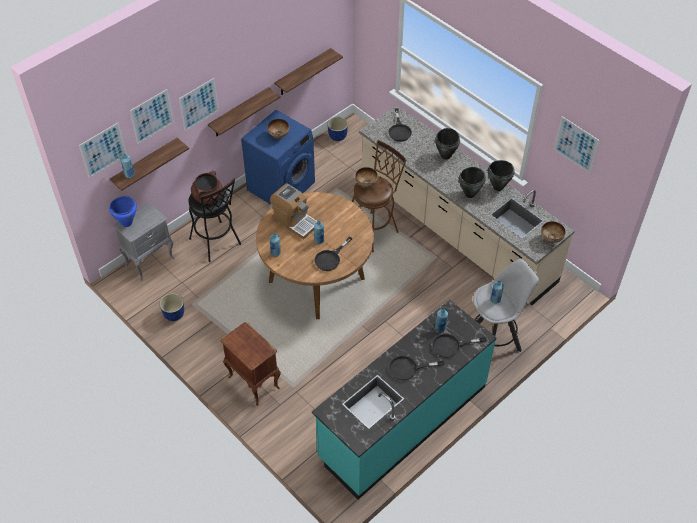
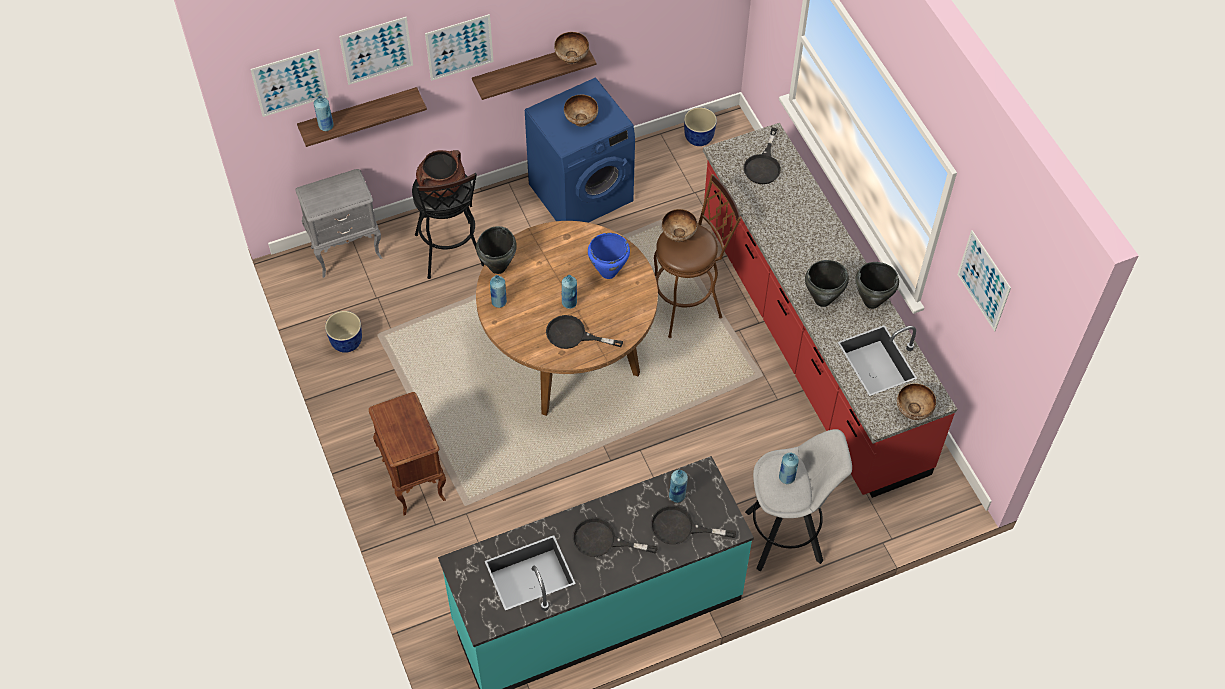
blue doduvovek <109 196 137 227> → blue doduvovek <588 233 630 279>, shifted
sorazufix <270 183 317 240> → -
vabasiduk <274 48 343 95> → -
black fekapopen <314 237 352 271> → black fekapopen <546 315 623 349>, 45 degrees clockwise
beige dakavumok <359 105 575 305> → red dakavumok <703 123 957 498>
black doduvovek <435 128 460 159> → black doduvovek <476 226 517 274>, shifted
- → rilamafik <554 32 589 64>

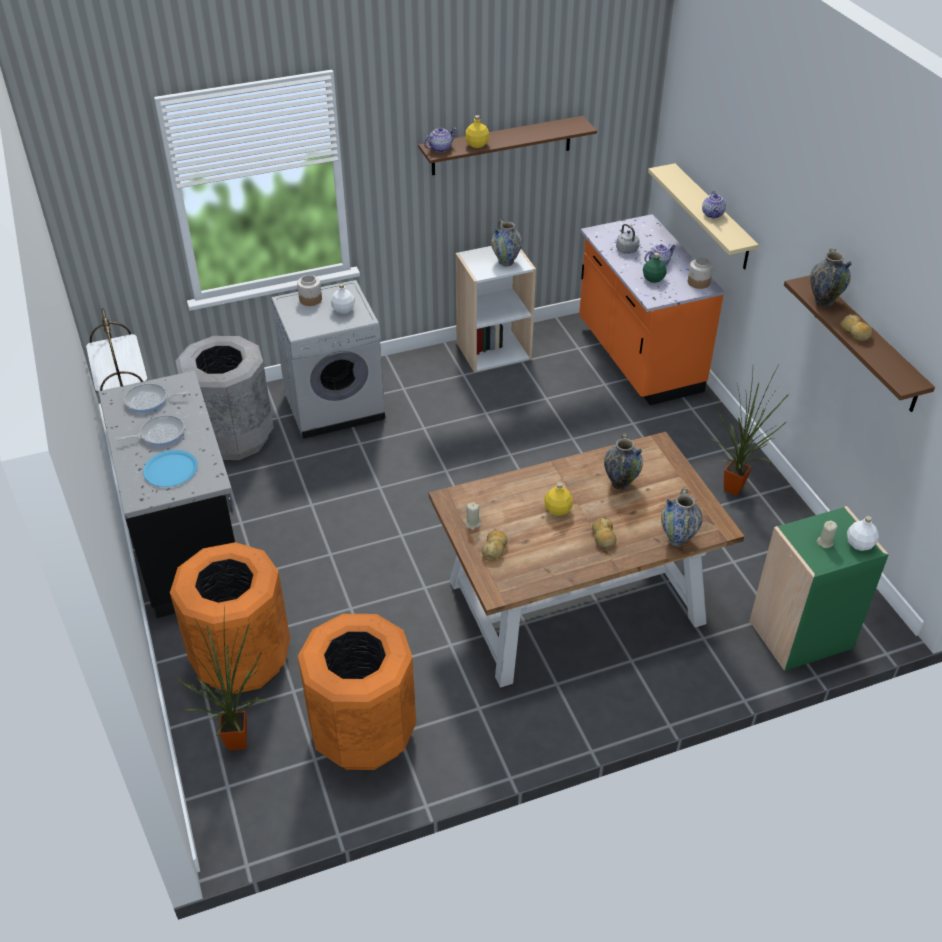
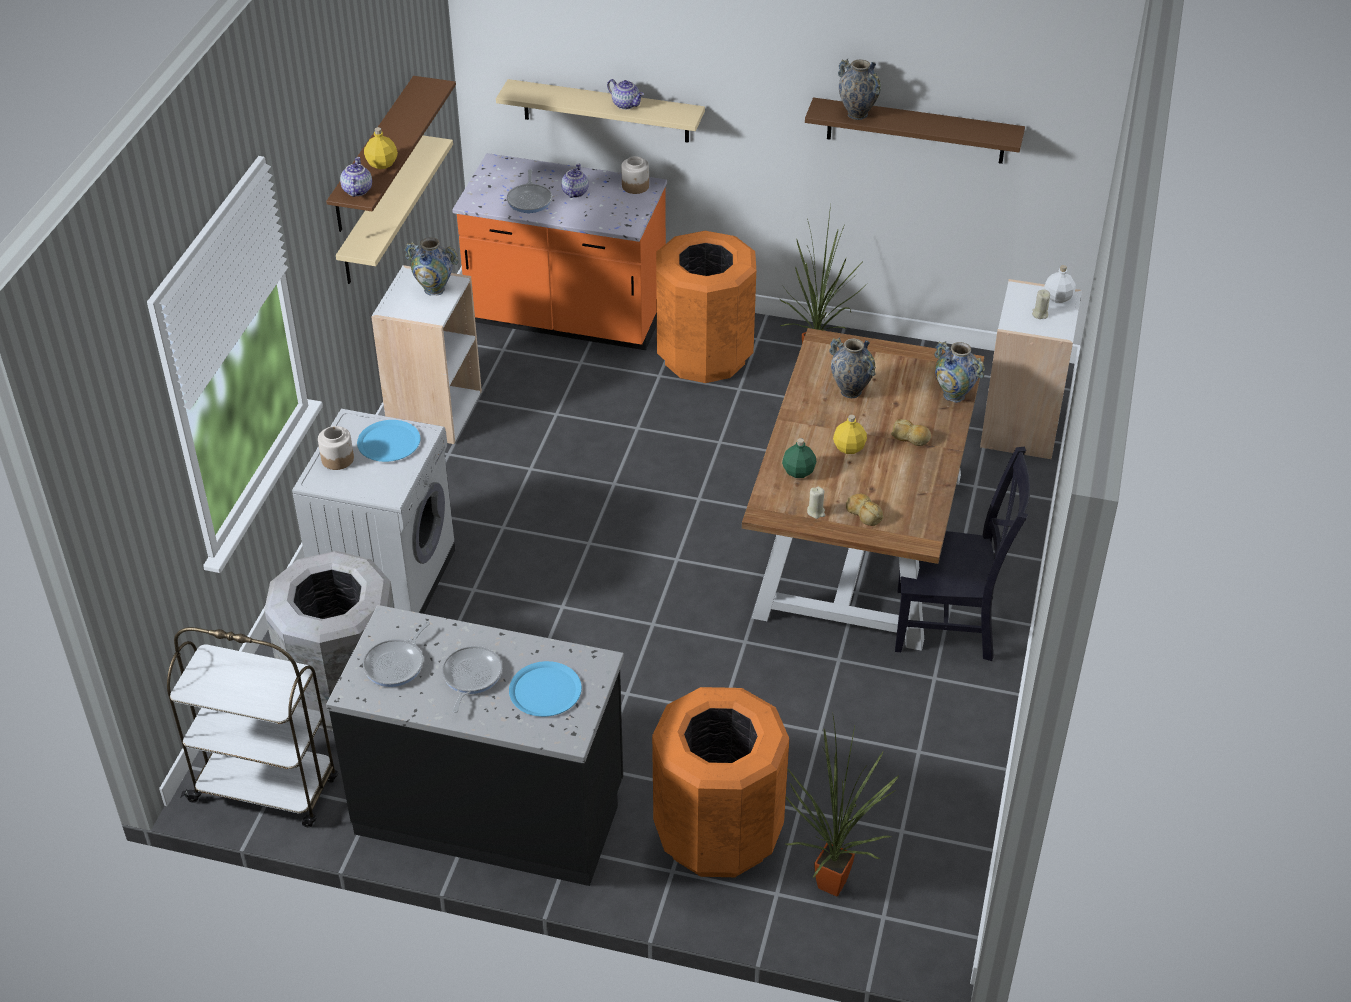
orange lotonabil <298 614 416 770> → orange lotonabil <656 231 756 383>, shifted
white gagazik <331 283 355 314> → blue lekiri <357 420 421 462>
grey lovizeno <616 224 640 254> → fekapopen <507 169 552 213>
green gagazik <643 253 667 283> → green gagazik <782 438 816 478>, shifted
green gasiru <749 506 889 671> → white gasiru <980 279 1082 459>
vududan <840 314 873 341> → -
- → beige vabasiduk <336 135 453 284>
- → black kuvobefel <895 447 1030 661>

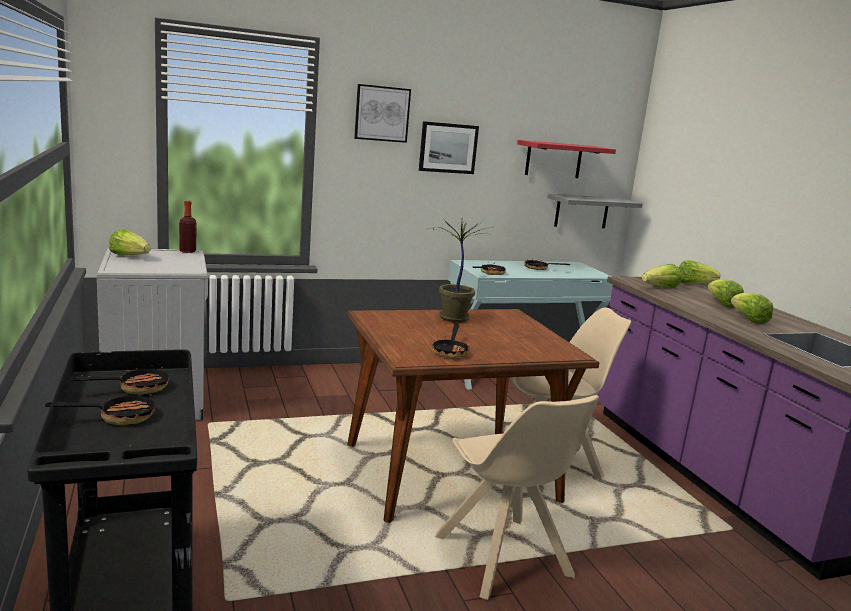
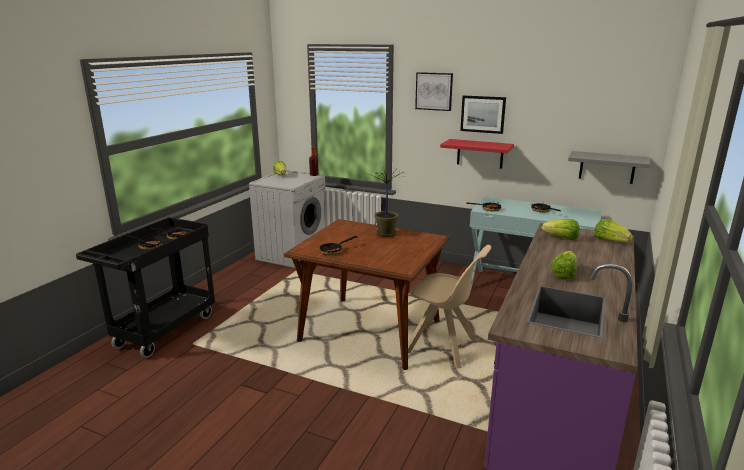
beige kuvobefel <435 395 599 600> → -
red vabasiduk <517 140 616 178> → red vabasiduk <440 139 514 169>, shifted
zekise <708 279 744 308> → -

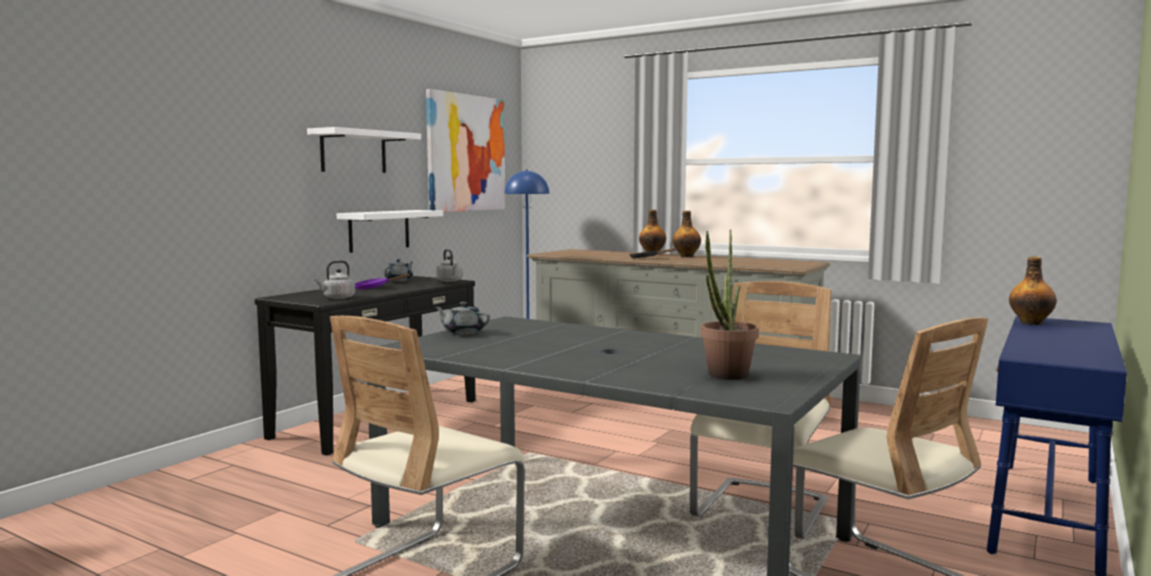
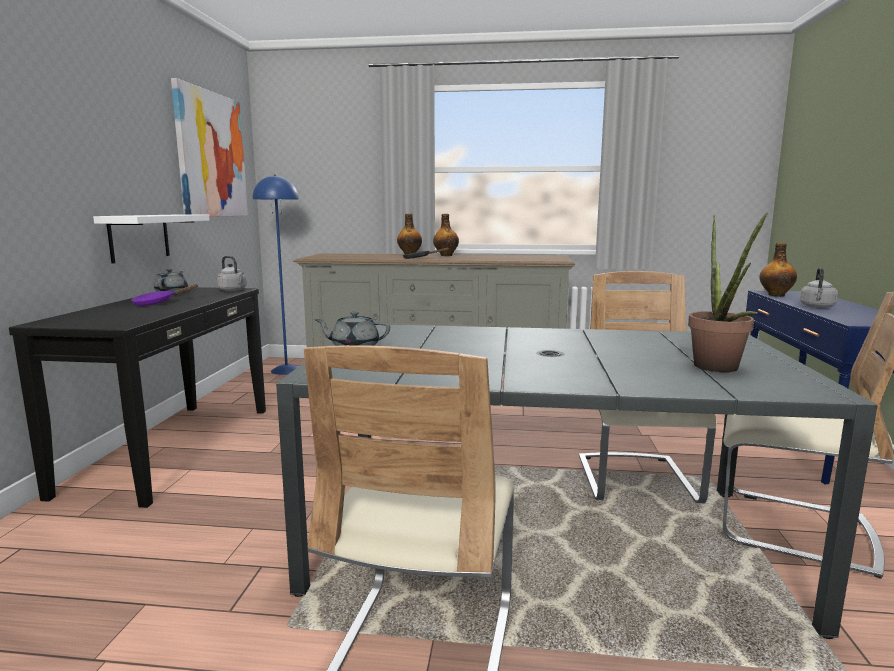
white vabasiduk <307 127 421 173> → -
grey lovizeno <314 260 355 299> → grey lovizeno <800 267 838 308>, shifted

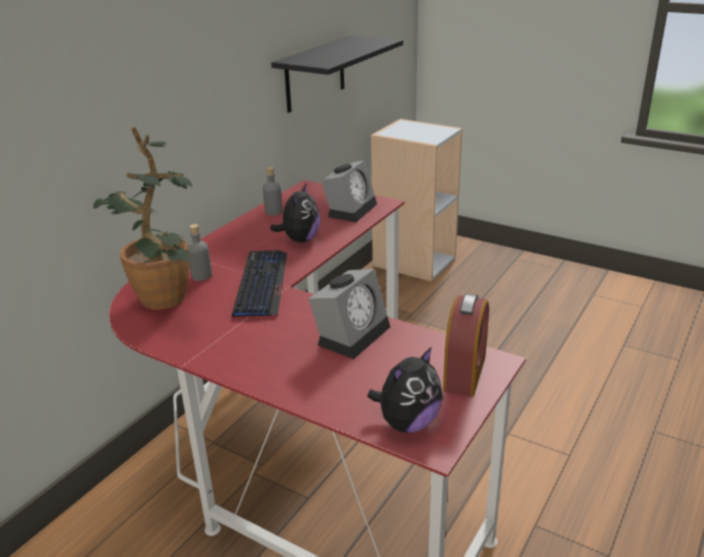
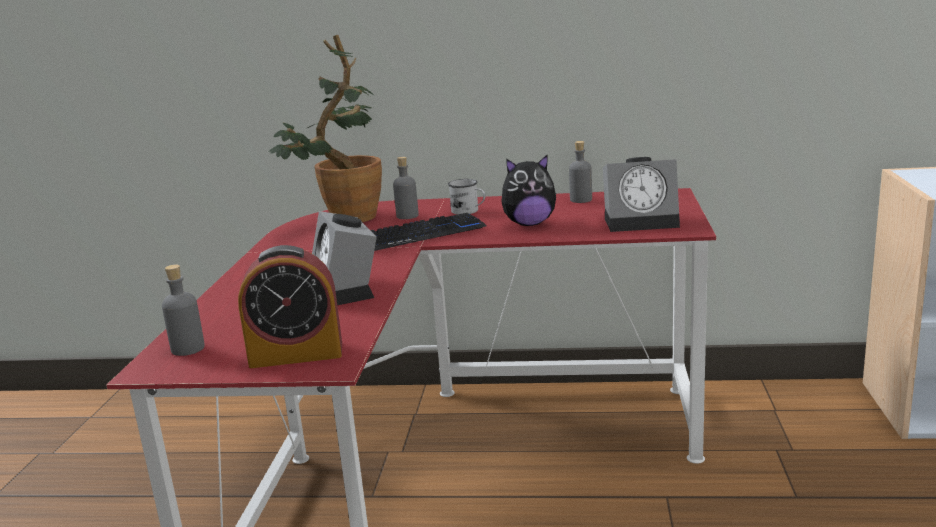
black vabasiduk <271 35 403 113> → -
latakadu <309 269 390 359> → latakadu <312 211 377 305>, 60 degrees clockwise
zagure <367 347 443 433> → grey gagazik <162 265 205 356>
- → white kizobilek <448 179 485 215>

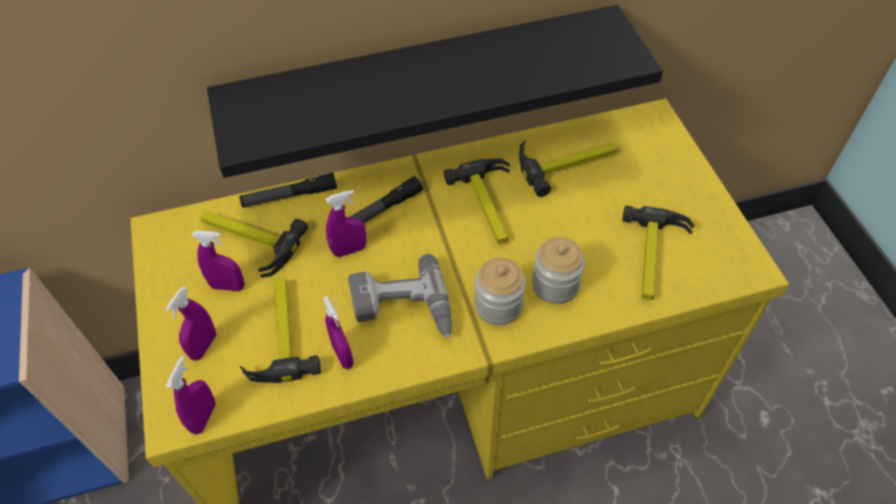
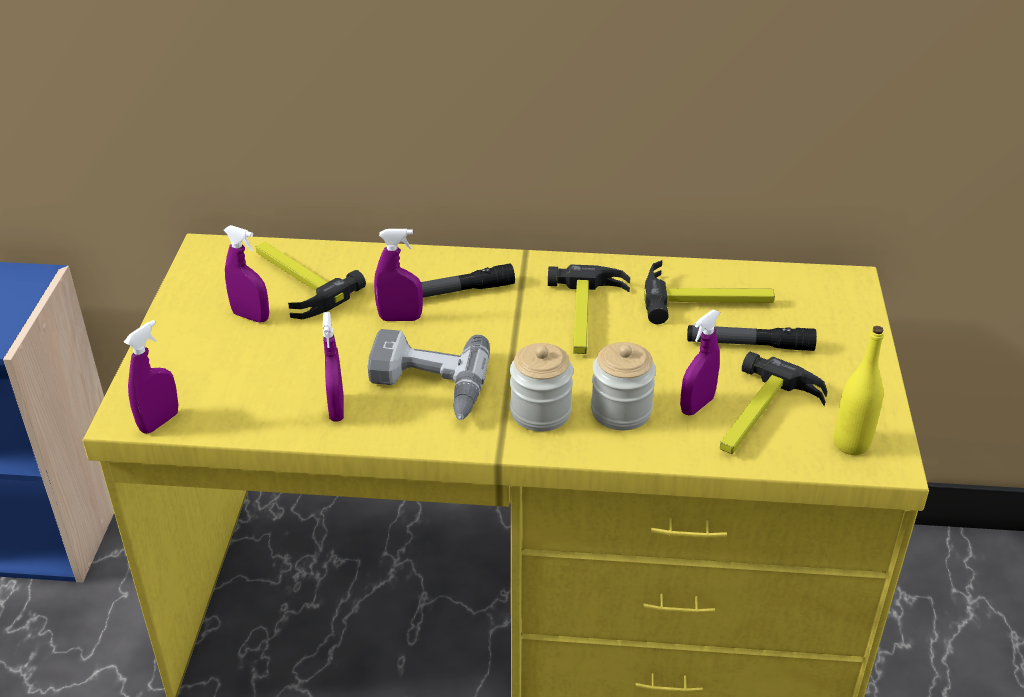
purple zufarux <165 287 216 361> → purple zufarux <680 310 720 415>, shifted
black vabasiduk <207 5 663 178> → -
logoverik <239 173 337 208> → logoverik <687 325 817 351>, shifted
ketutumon <240 278 321 383> → -
- → yellow gagazik <834 326 884 455>

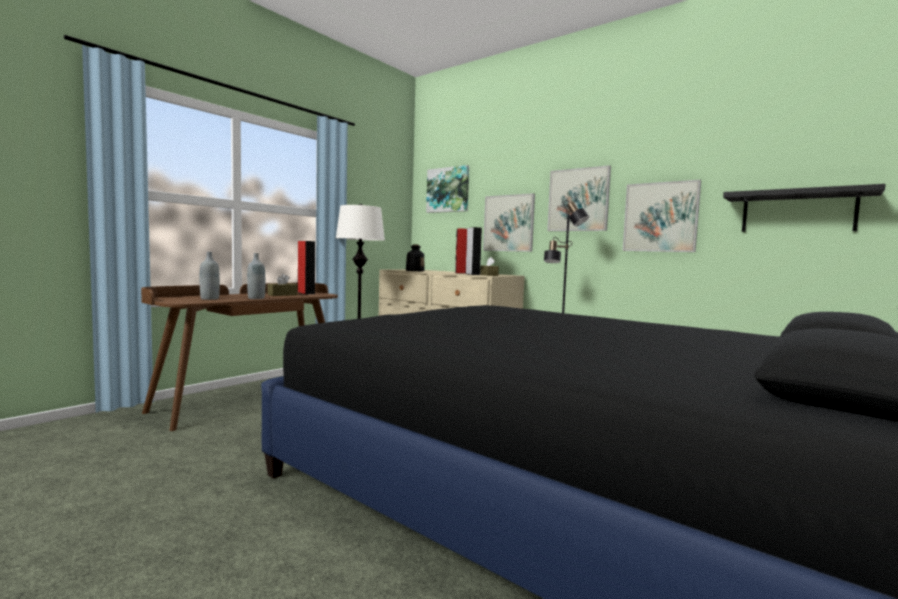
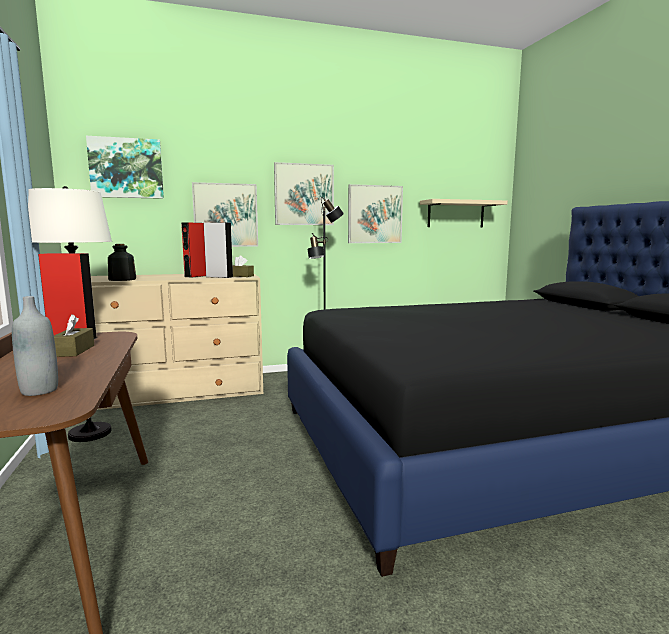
grey gagazik <247 253 265 299> → -
black vabasiduk <723 184 885 232> → beige vabasiduk <420 199 508 227>

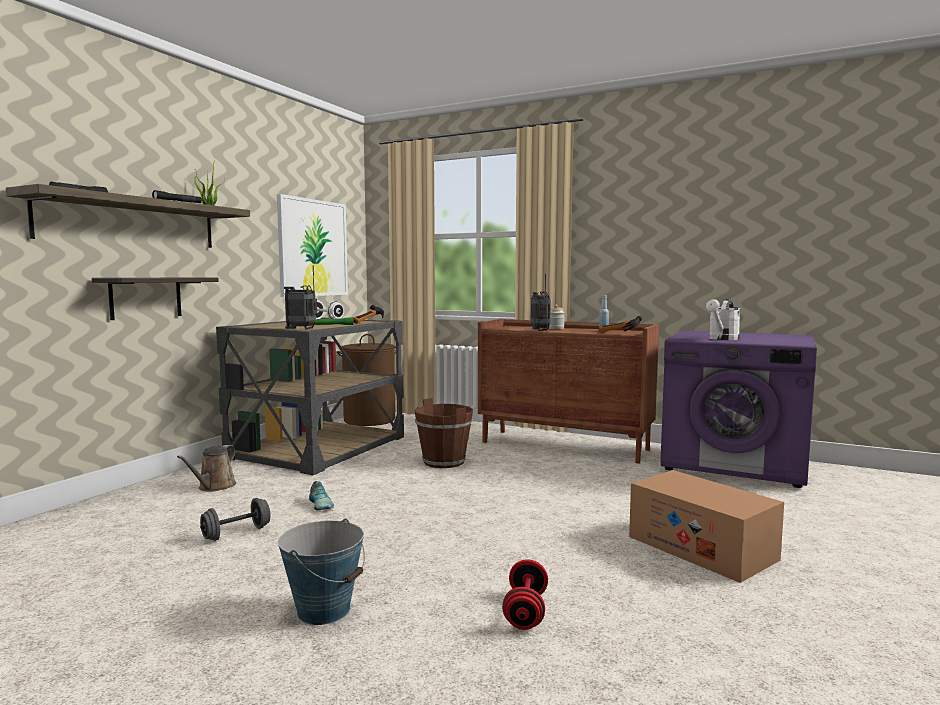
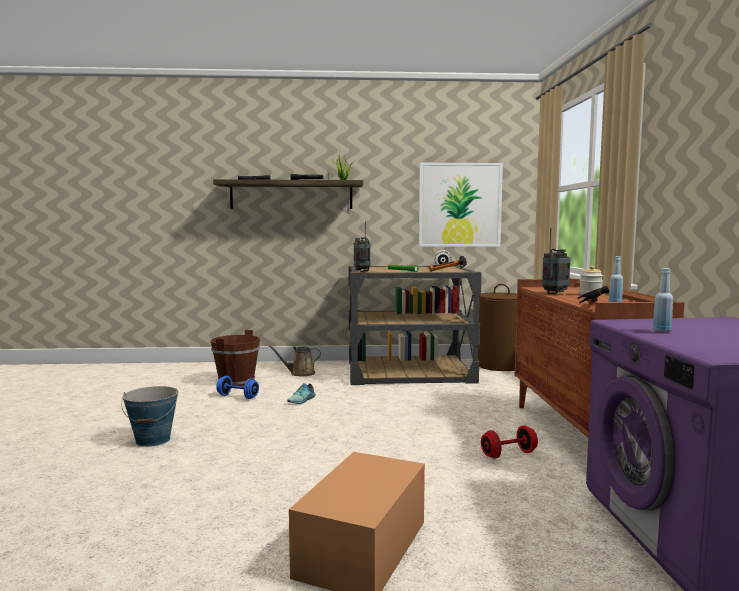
vabasiduk <92 278 219 320> → -
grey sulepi <200 498 270 541> → blue sulepi <216 376 259 399>
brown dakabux <414 398 474 468> → brown dakabux <210 330 260 386>, shifted
red sulepi <502 559 548 630> → red sulepi <481 426 538 459>, shifted
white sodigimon <706 299 740 340> → blue gagazik <653 268 673 332>

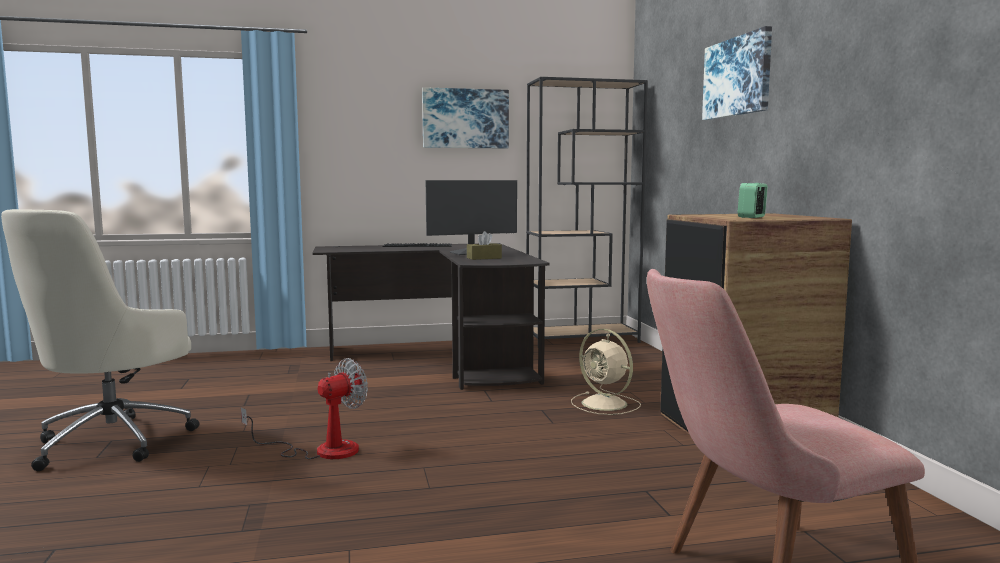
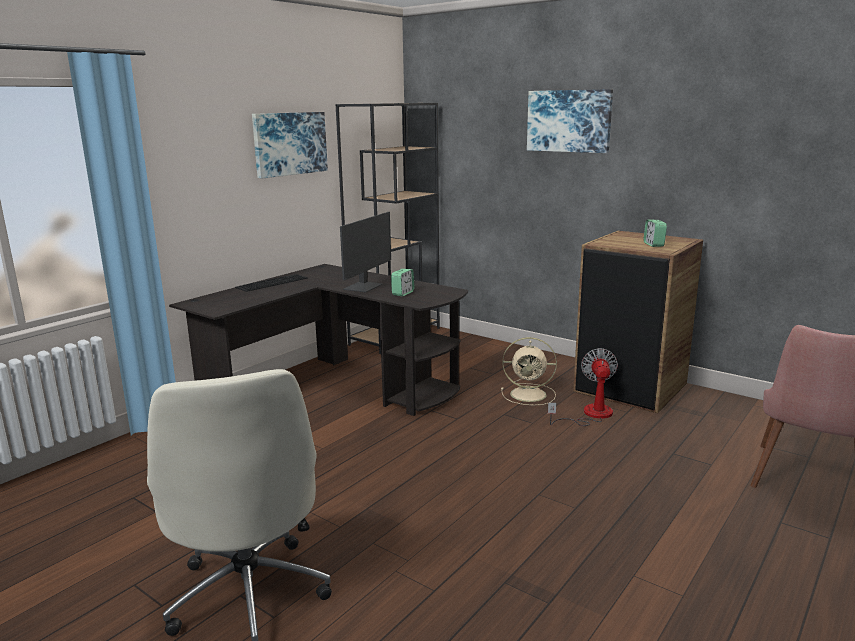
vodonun <241 358 368 459> → vodonun <548 348 618 426>, shifted
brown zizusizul <467 231 502 260> → latakadu <391 269 414 296>

